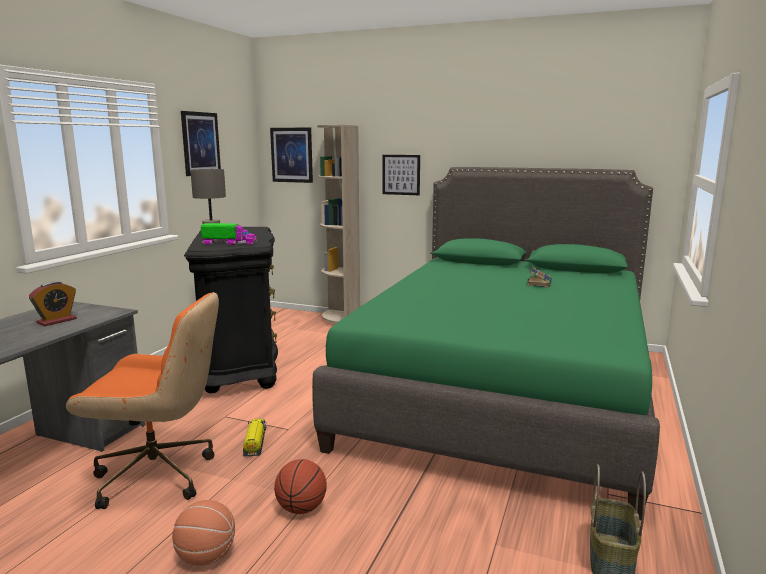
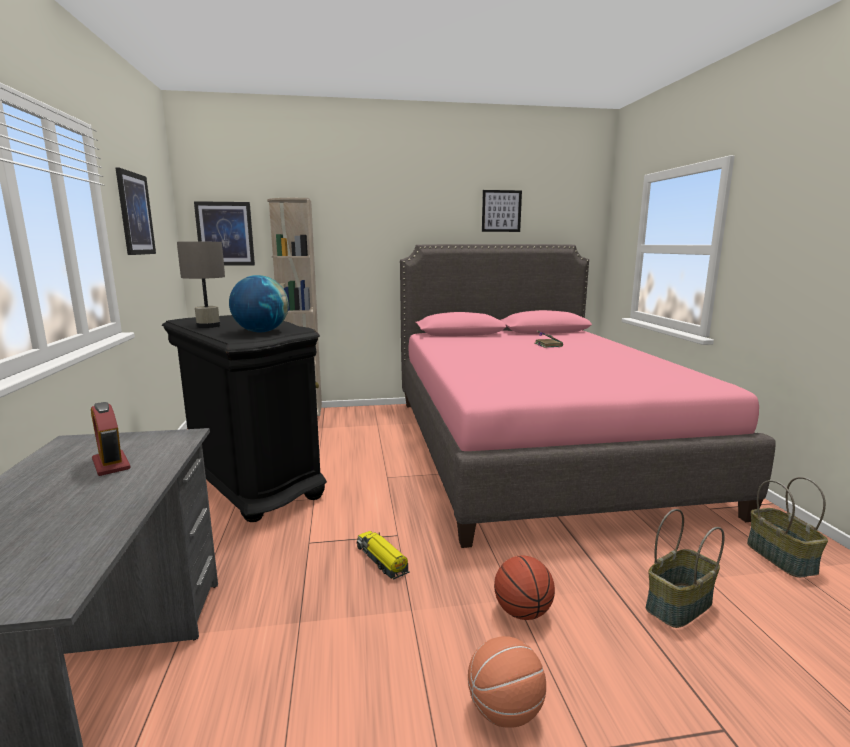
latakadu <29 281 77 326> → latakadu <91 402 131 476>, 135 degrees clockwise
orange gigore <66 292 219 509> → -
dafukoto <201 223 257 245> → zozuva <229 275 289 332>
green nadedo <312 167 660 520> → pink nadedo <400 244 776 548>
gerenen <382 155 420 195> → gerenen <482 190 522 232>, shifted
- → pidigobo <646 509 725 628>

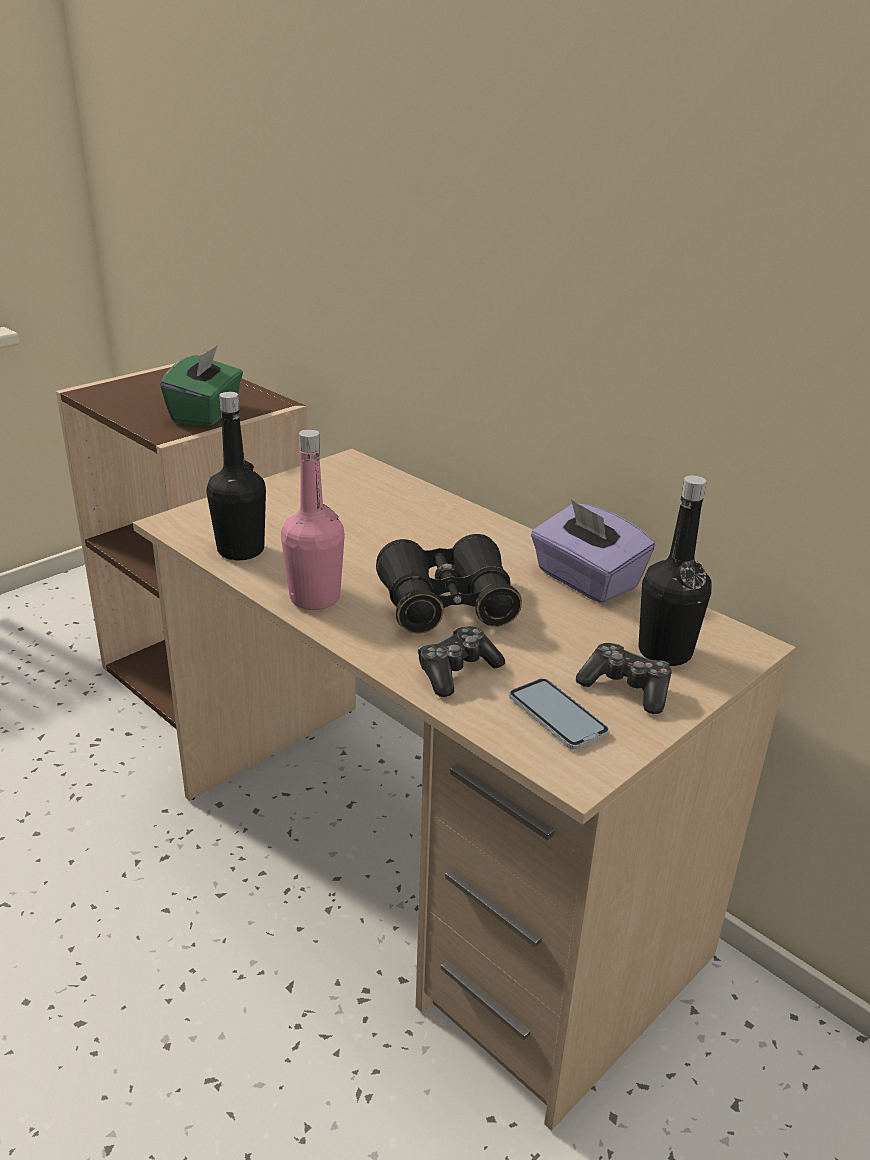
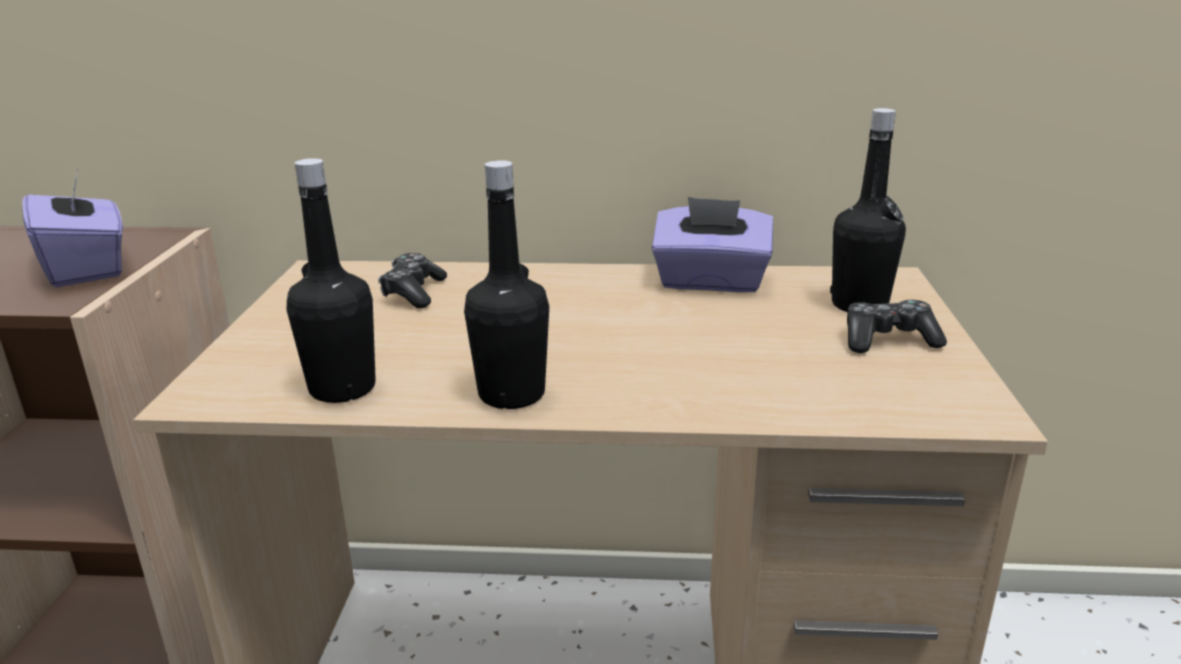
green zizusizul <160 345 243 426> → purple zizusizul <22 168 123 287>
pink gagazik <281 429 345 610> → black gagazik <464 160 549 409>
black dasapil <376 534 522 634> → -
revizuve <418 626 505 697> → revizuve <378 253 447 308>, shifted
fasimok <509 678 609 750> → -

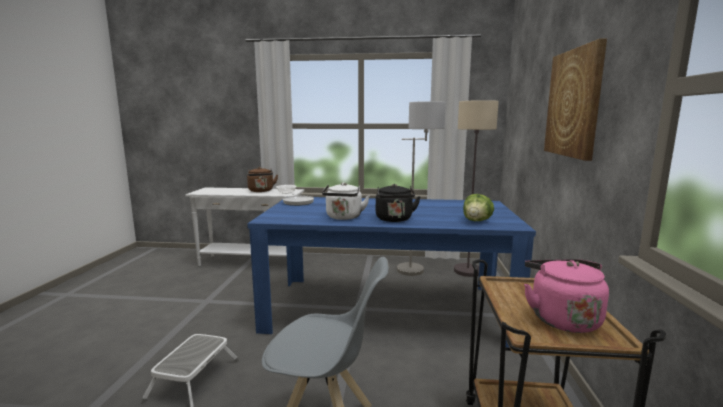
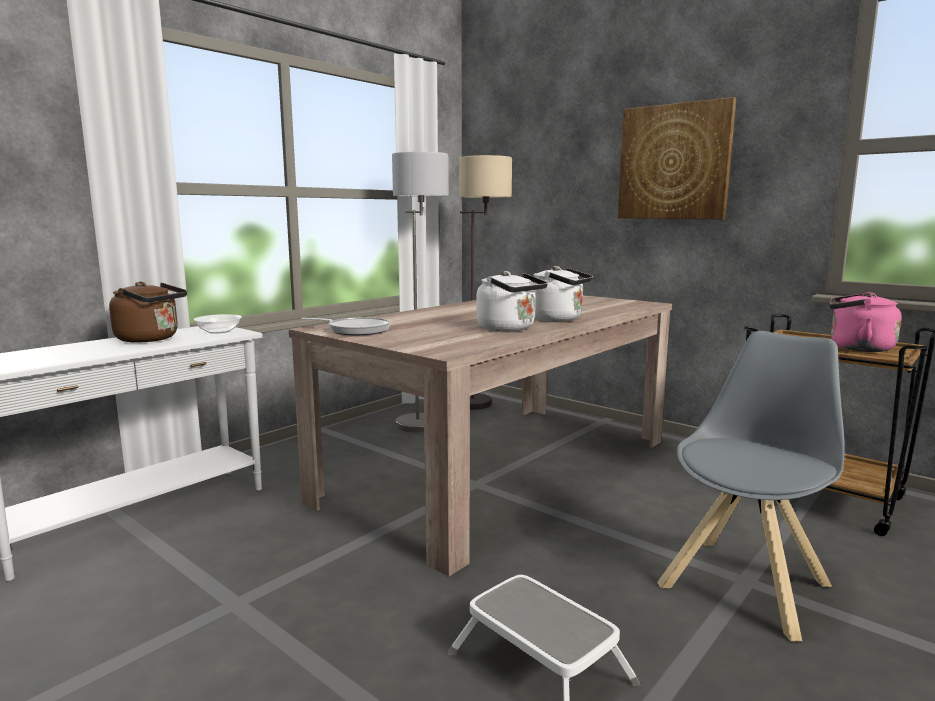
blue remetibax <247 197 536 348> → beige remetibax <289 295 672 577>
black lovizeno <376 184 421 222> → white lovizeno <530 266 593 322>
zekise <463 194 494 221> → -

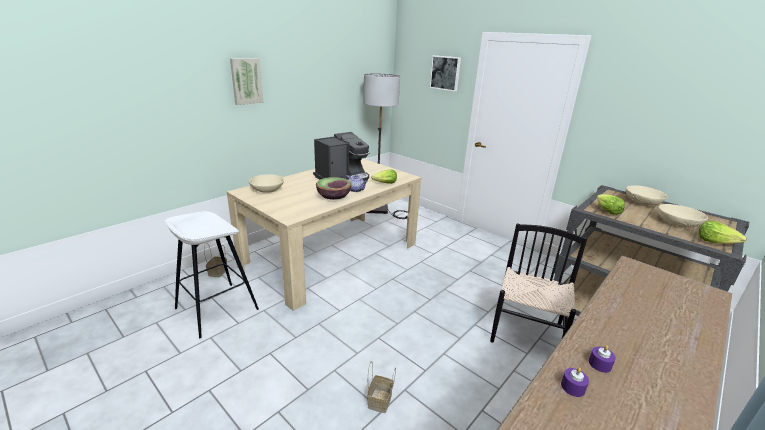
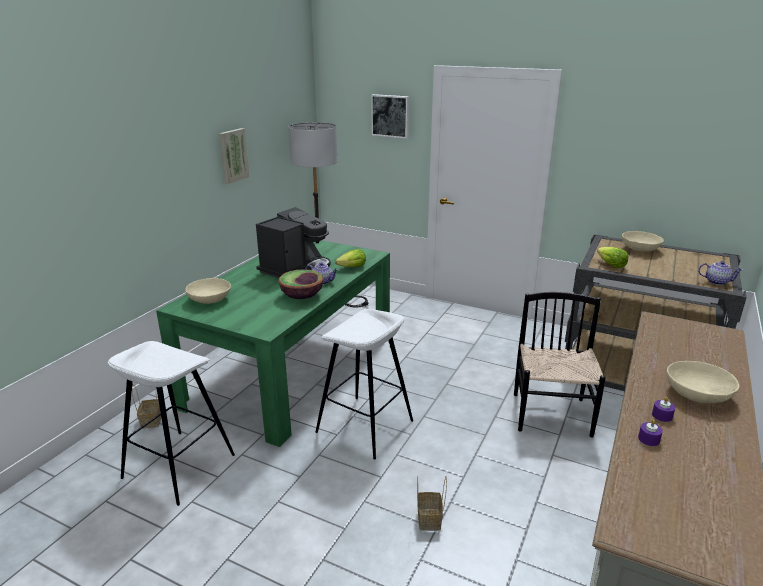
beige remetibax <227 158 421 311> → green remetibax <156 240 390 447>
gerenen <230 58 263 105> → gerenen <219 128 250 184>, shifted
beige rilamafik <658 204 708 227> → beige rilamafik <667 361 739 403>, shifted
zekise <698 221 747 244> → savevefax <698 261 743 285>
- → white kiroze <315 309 413 460>

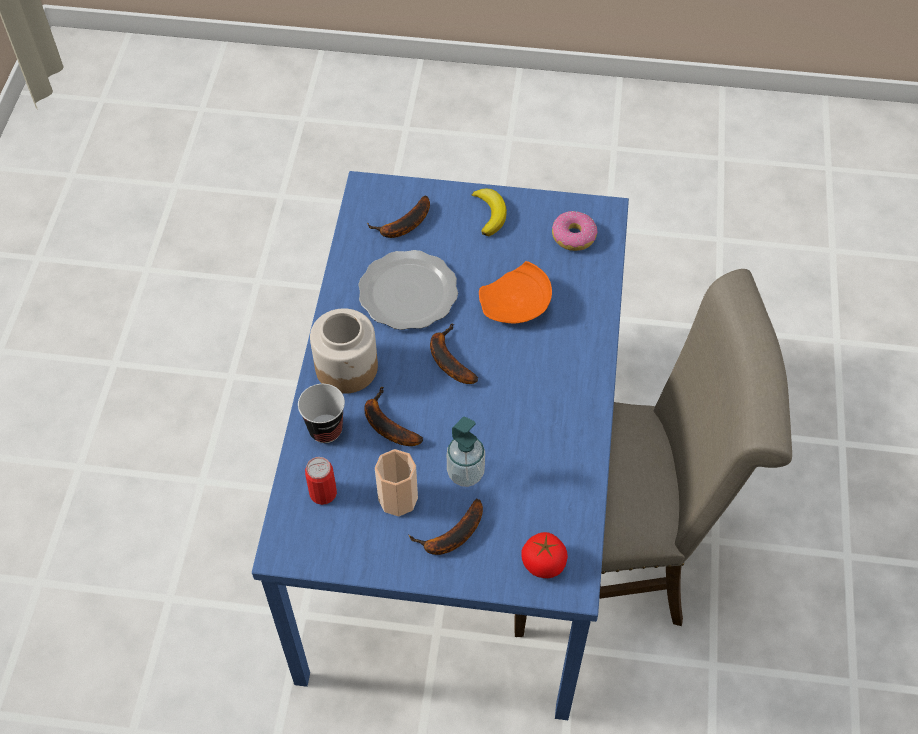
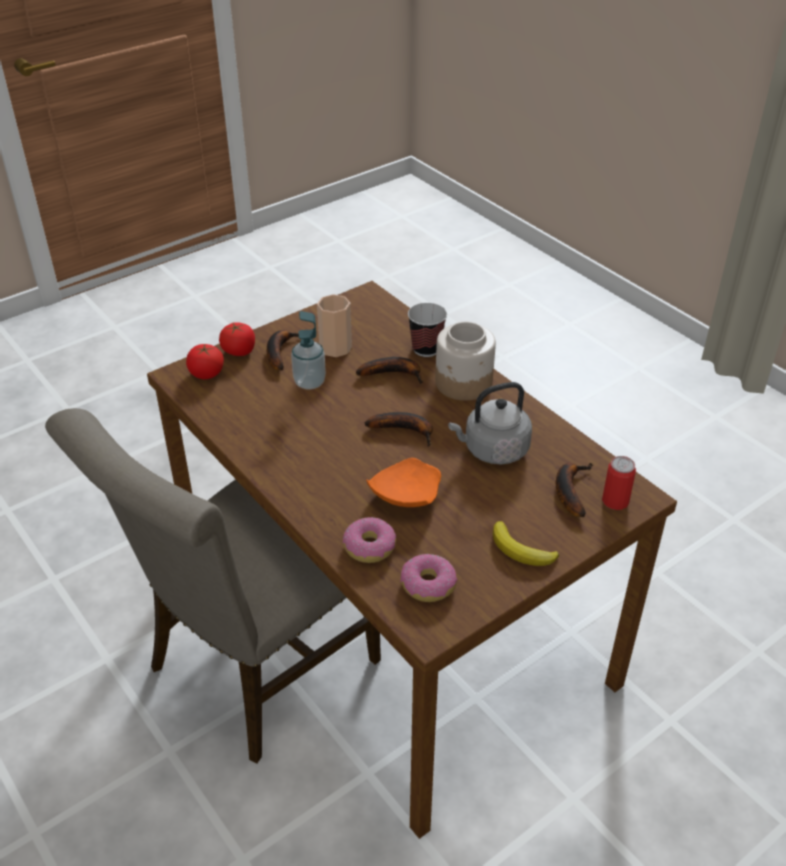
blue remetibax <252 171 629 720> → brown remetibax <147 281 677 839>
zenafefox <305 457 337 505> → zenafefox <602 456 636 510>, shifted
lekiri <358 250 458 330> → grey lovizeno <448 382 532 464>
- → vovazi <219 322 255 356>
- → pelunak <343 517 396 563>

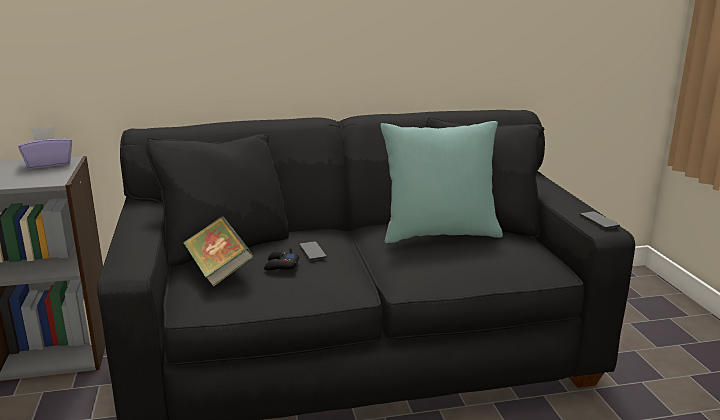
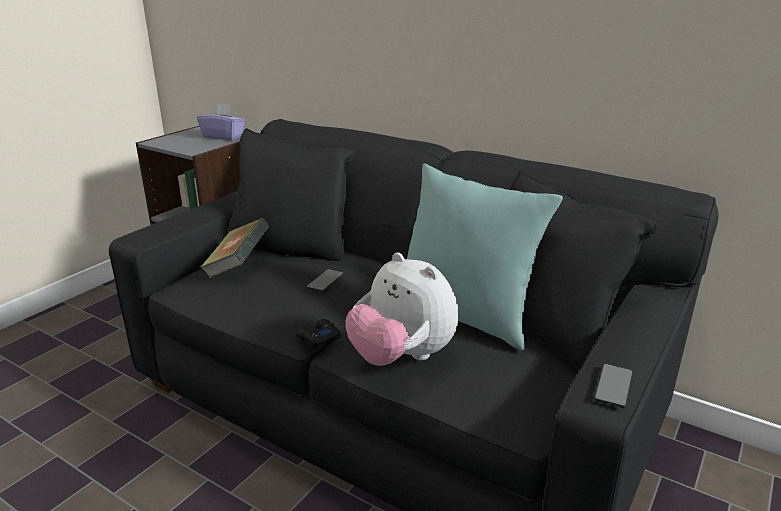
black revizuve <264 248 299 270> → black revizuve <296 319 340 347>, shifted
- → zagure <346 252 458 366>

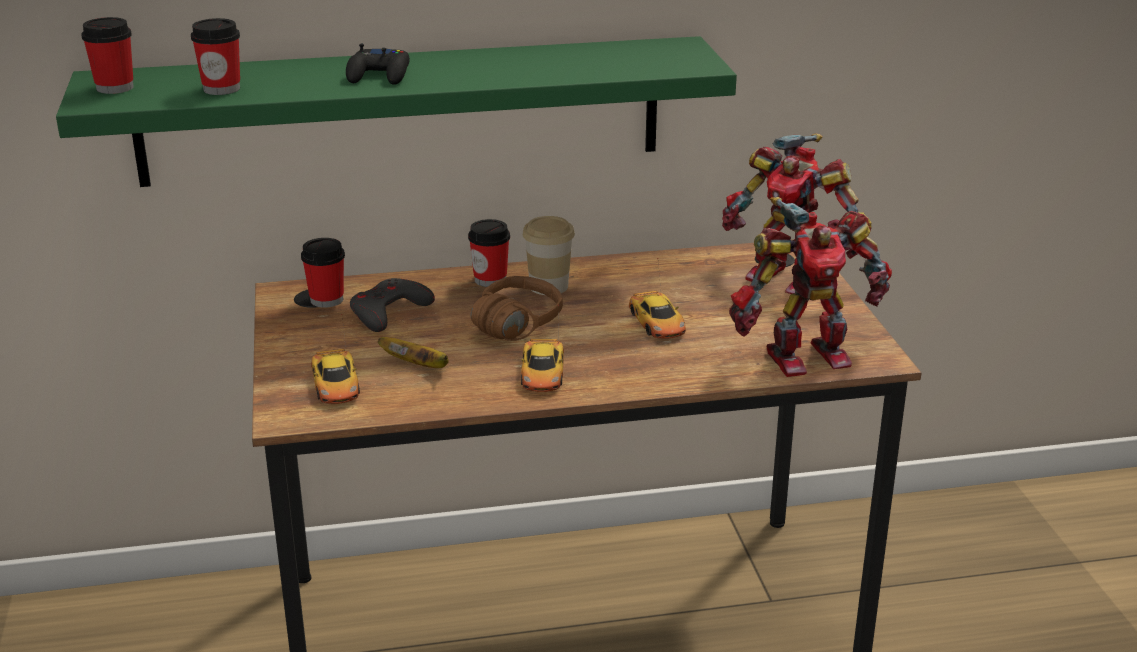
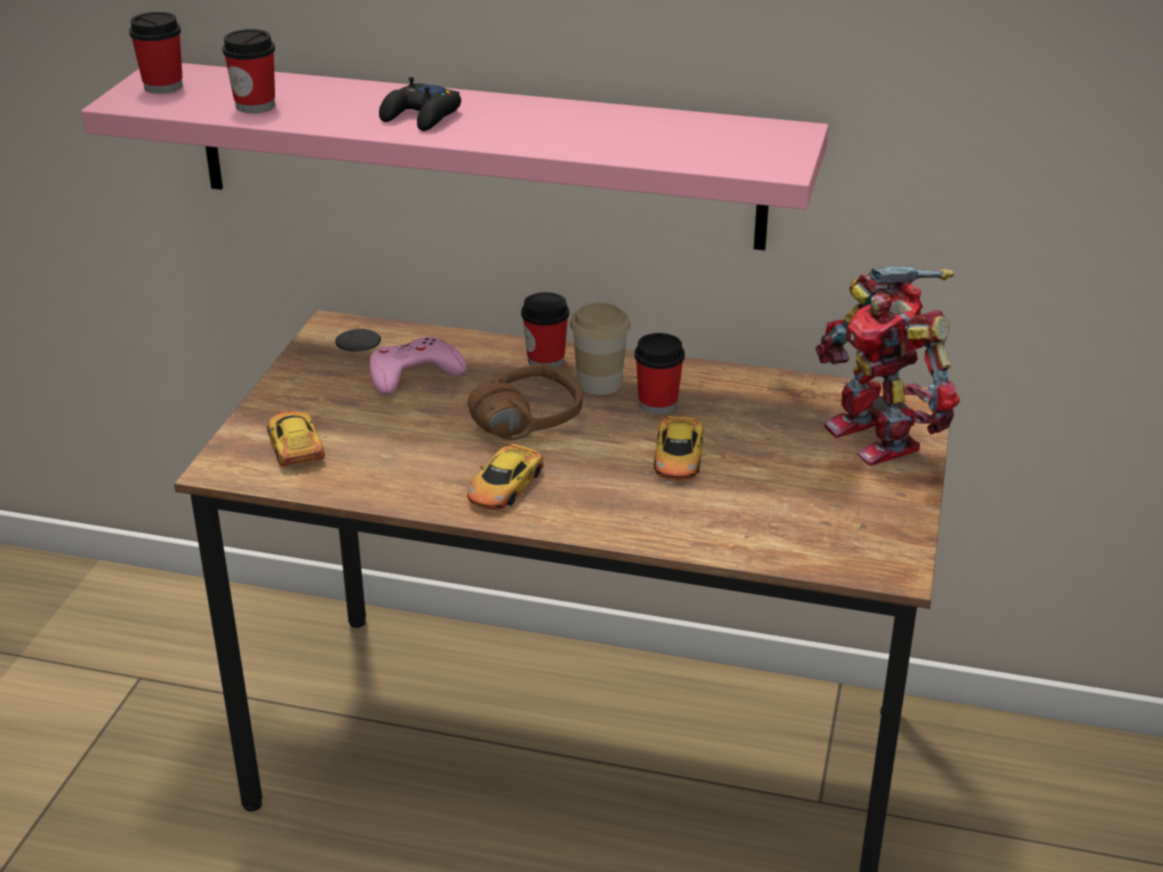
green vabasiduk <56 36 737 187> → pink vabasiduk <81 63 829 250>
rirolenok <301 238 345 308> → rirolenok <634 333 685 414>, shifted
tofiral <311 319 360 404> → tofiral <267 411 325 466>, 150 degrees clockwise
grey revizuve <350 278 435 332> → pink revizuve <369 337 467 395>
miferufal <378 337 449 368> → -
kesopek <729 197 892 377> → -

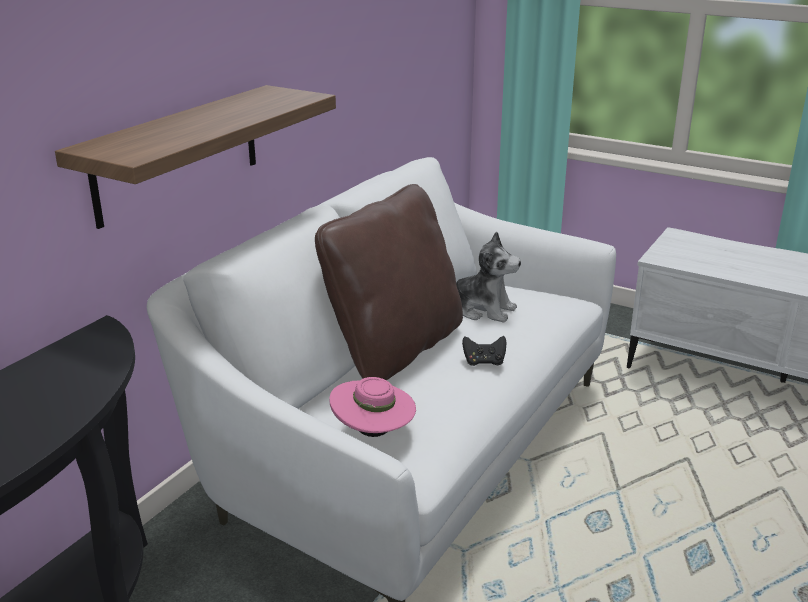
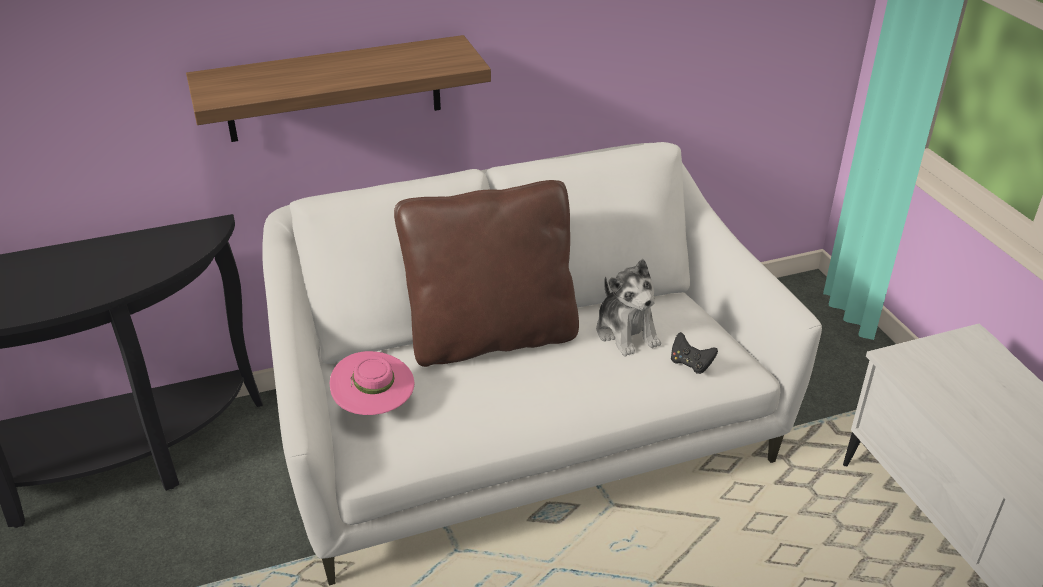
black revizuve <462 336 507 366> → black revizuve <671 332 718 374>, shifted

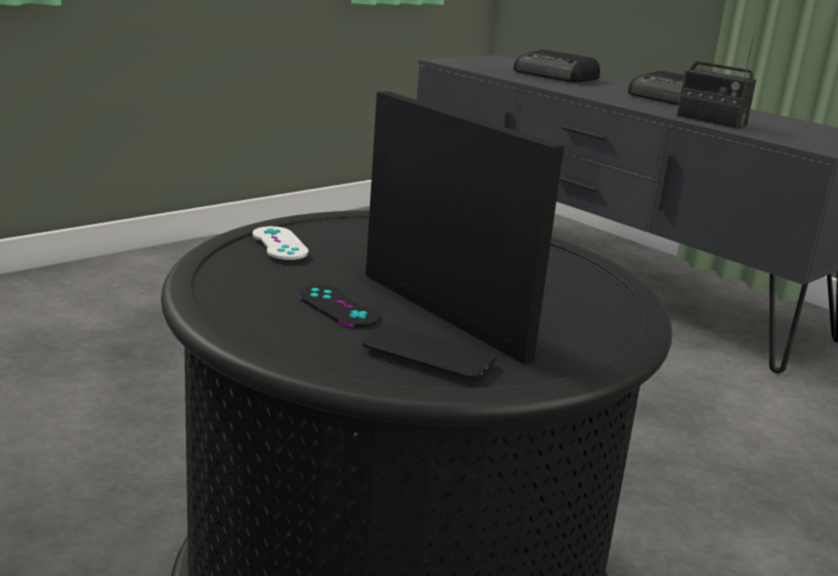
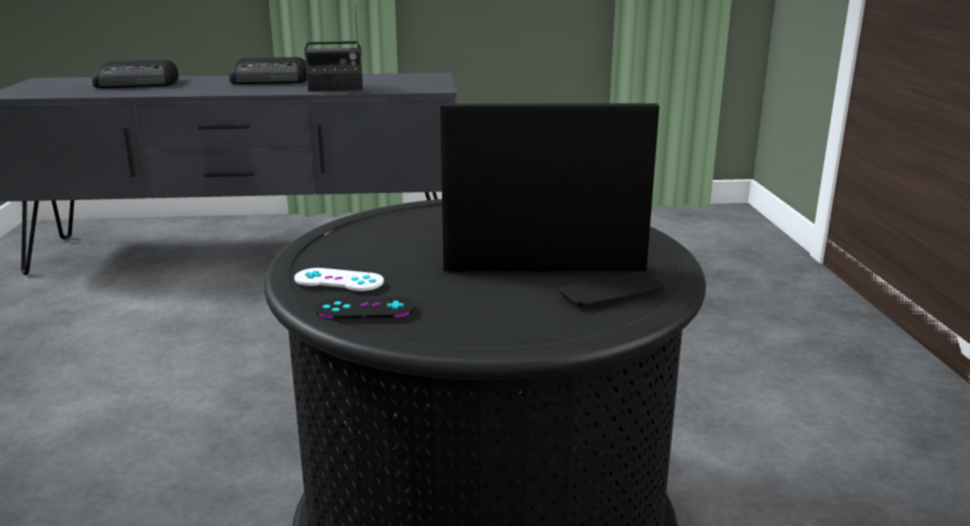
black revizuve <298 285 381 328> → black revizuve <315 297 416 319>, shifted

